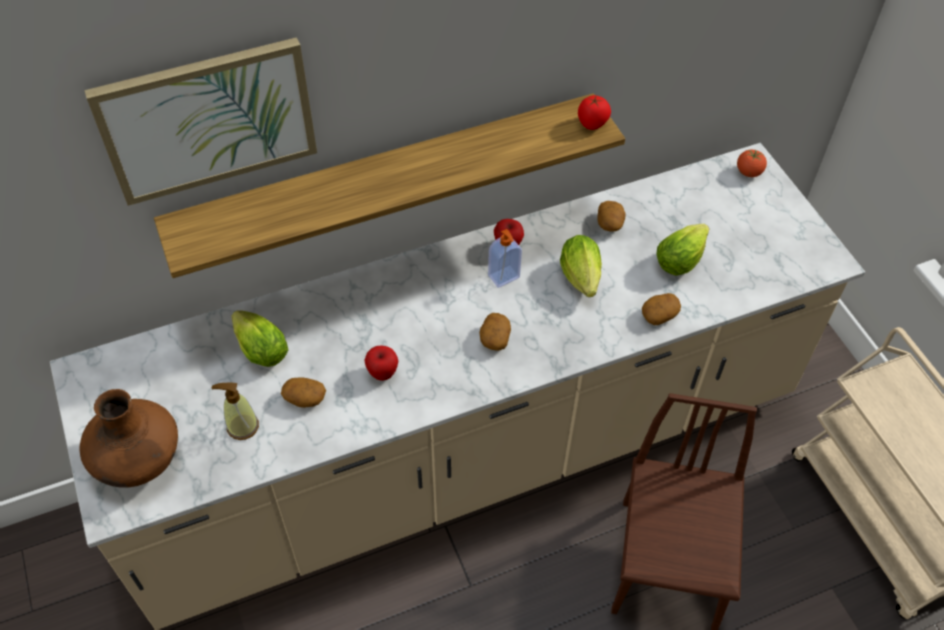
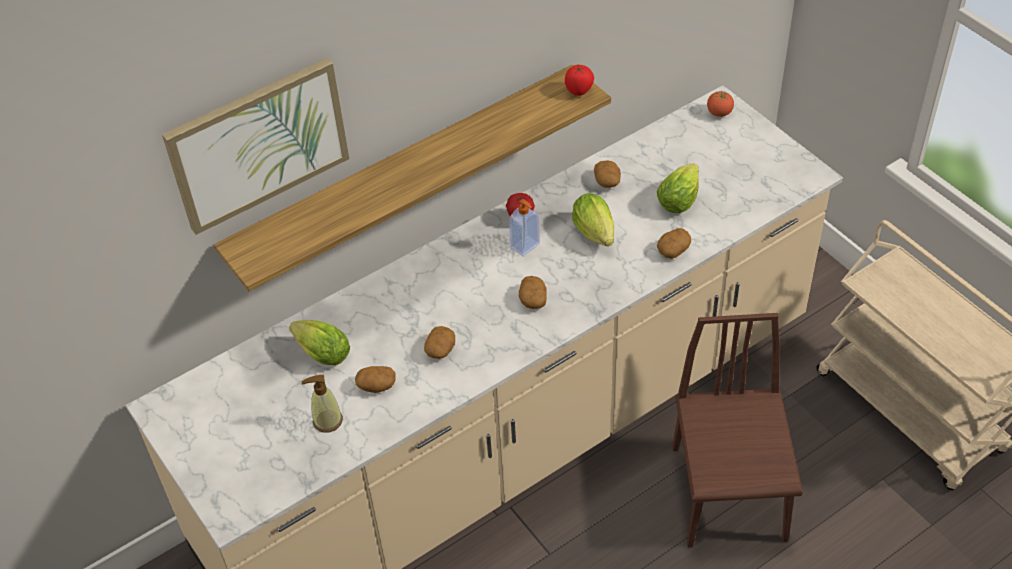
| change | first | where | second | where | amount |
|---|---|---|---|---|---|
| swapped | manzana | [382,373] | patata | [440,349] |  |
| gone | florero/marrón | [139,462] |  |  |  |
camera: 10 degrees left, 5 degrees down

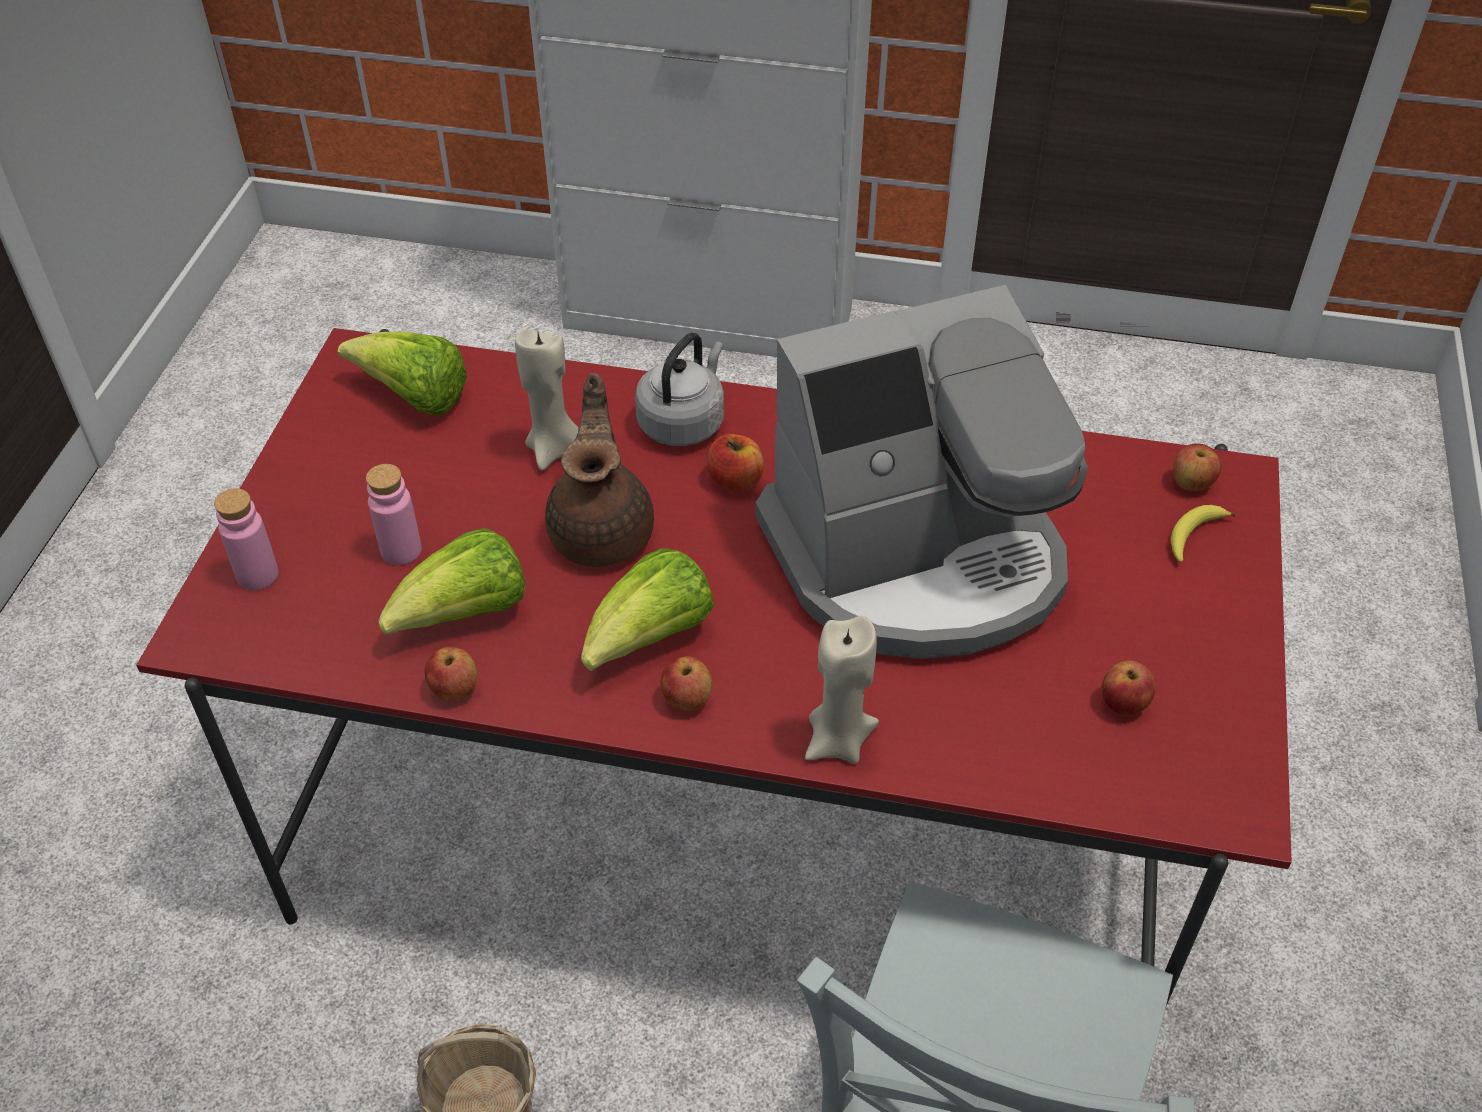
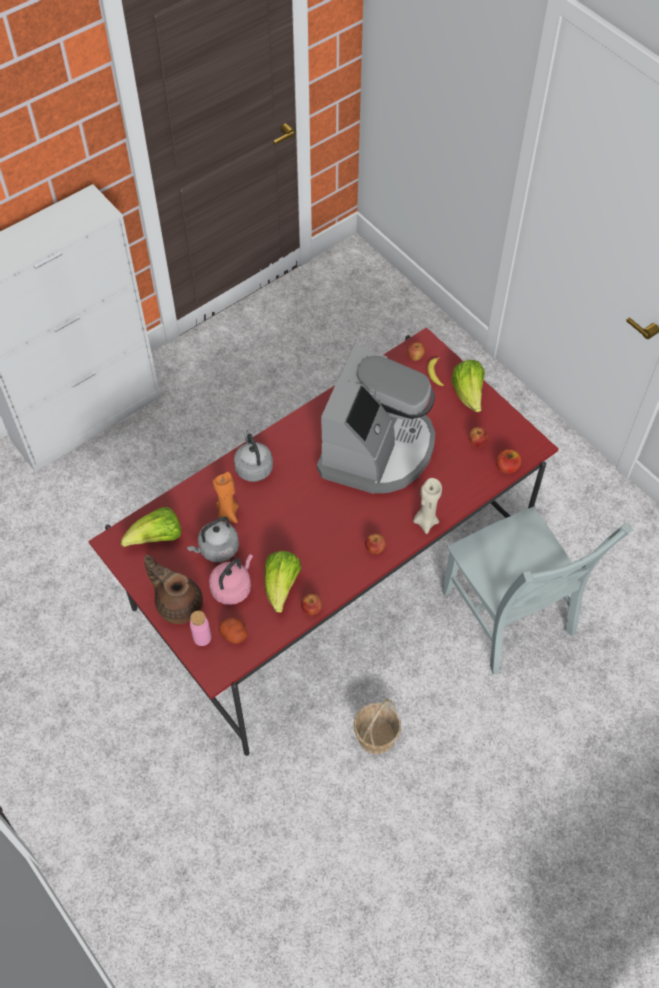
| change | first | where | second | where | amount |
|---|---|---|---|---|---|
| repainted | vela/beis | [554,449] | vela/naranja | [228,513] |  |
| shifted | tetera/marrón | [603,531] |  | [178,603] |  |
| shifted | manzana | [735,480] |  | [507,467] |  |
| swapped | botella/rosa | [401,550] | hervidor/rosa | [232,587] |  |
| shifted | lechuga | [650,639] |  | [468,394] |  |
| new |  |  | hervidor/gris | [217,549] |  |
| new |  |  | patata | [234,634] |  |
camera: 50 degrees left, 10 degrees up

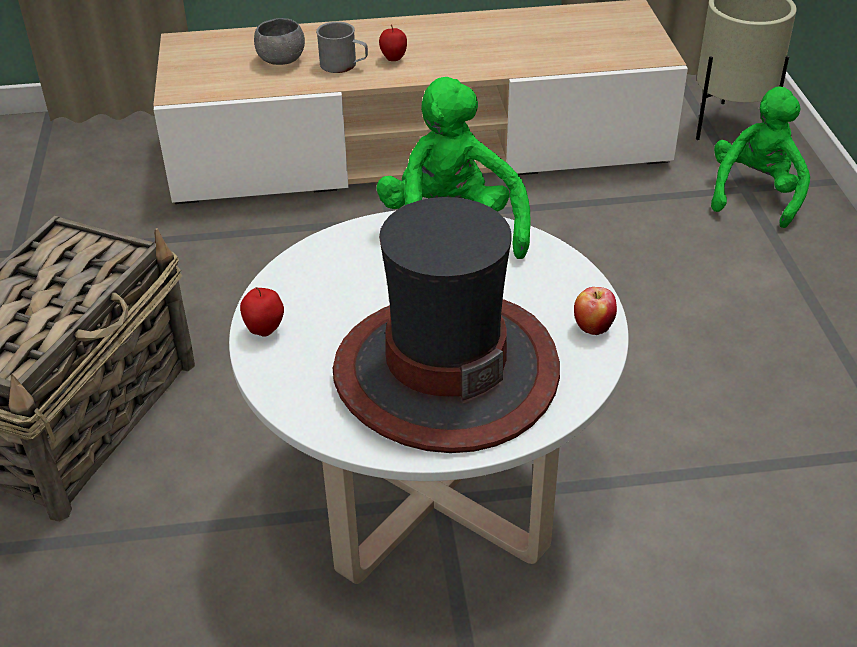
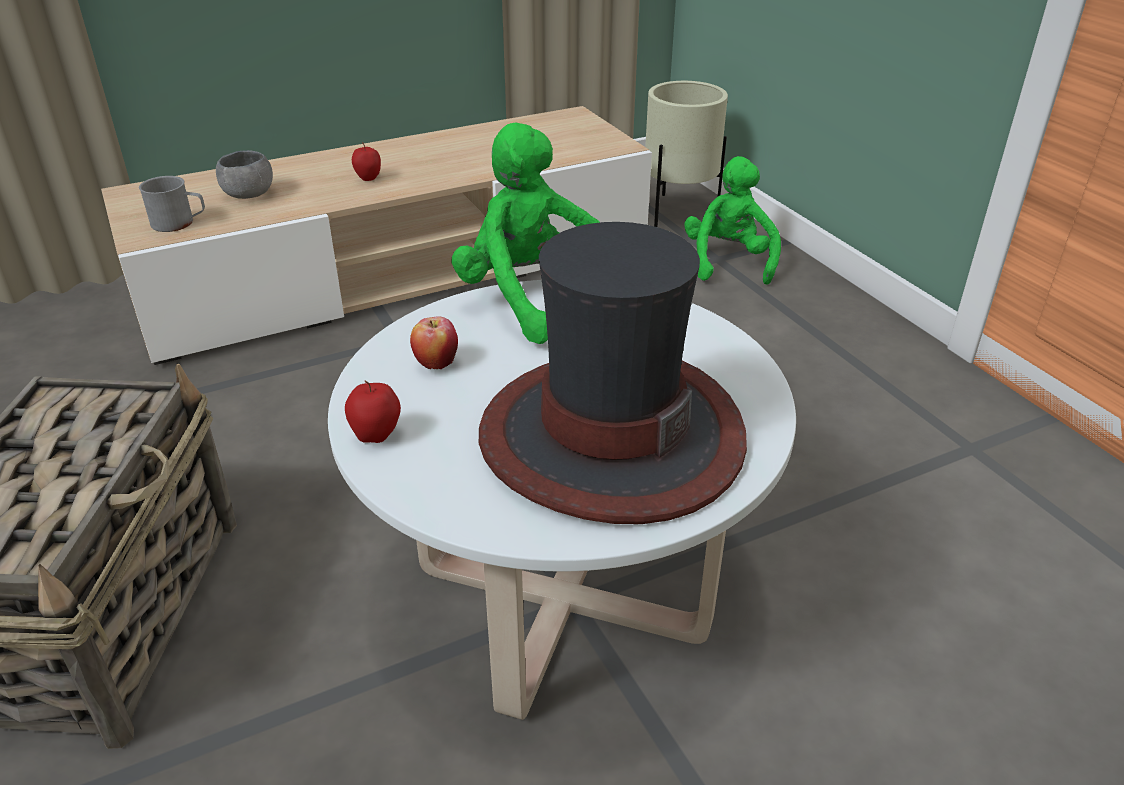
| change | first | where | second | where | amount |
|---|---|---|---|---|---|
| shifted | taza grande/gris | [344,65] |  | [179,223] |  |
| shifted | manzana | [593,327] |  | [436,364] |  |
camera: 20 degrees left, 5 degrees down

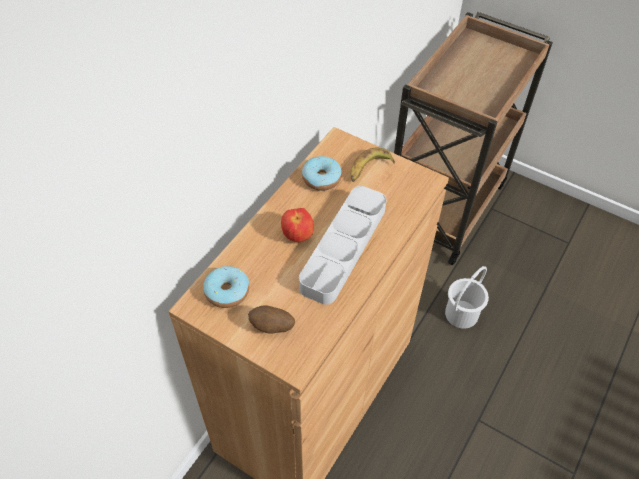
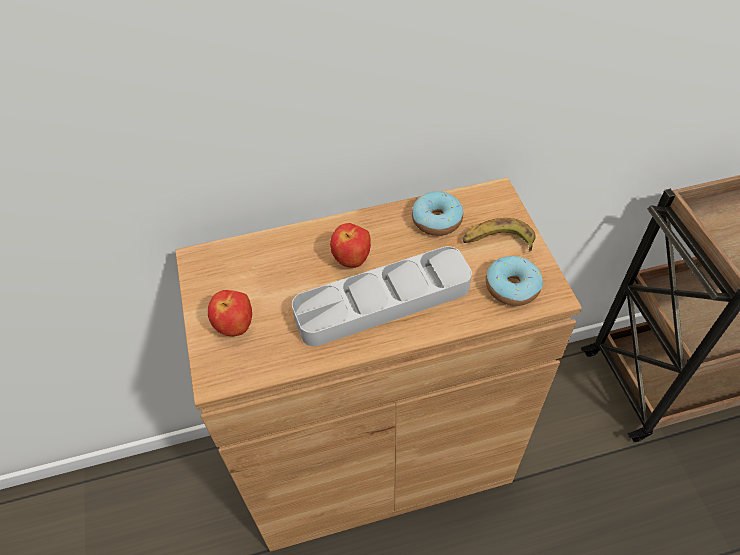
| change | first | where | second | where | amount |
|---|---|---|---|---|---|
| shifted | rosquilla | [227,291] |  | [512,287] |  |
| gone | cubo/blanco | [461,314] |  |  |  |
| swapped | patata | [272,327] | manzana | [235,327] |  |
camera: 45 degrees right, 0 degrees up

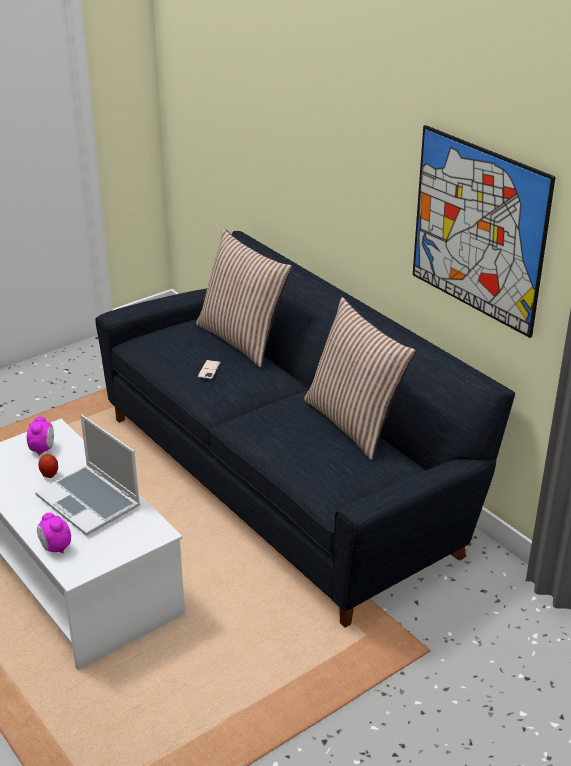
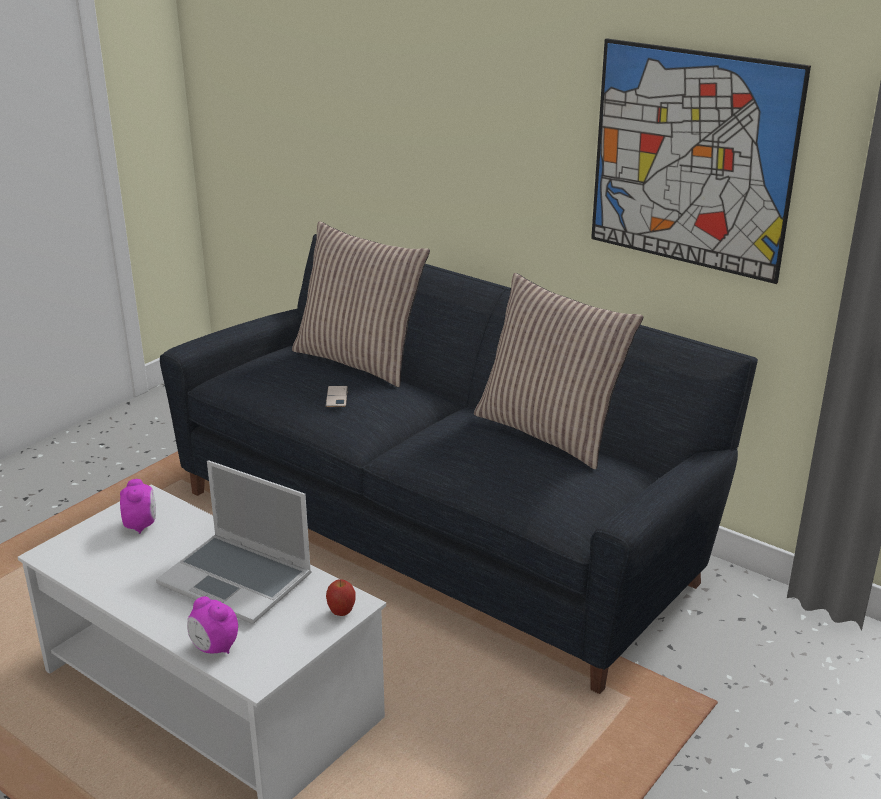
| change | first | where | second | where | amount |
|---|---|---|---|---|---|
| shifted | manzana | [49,475] |  | [341,612] |  |
camera: 15 degrees left, 5 degrees down

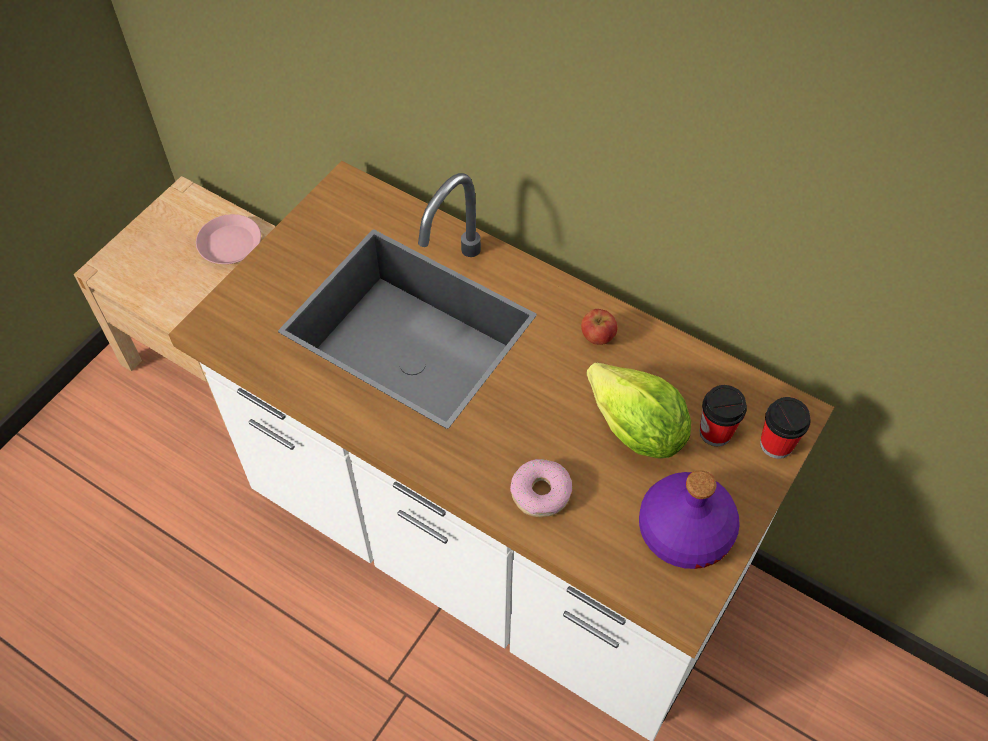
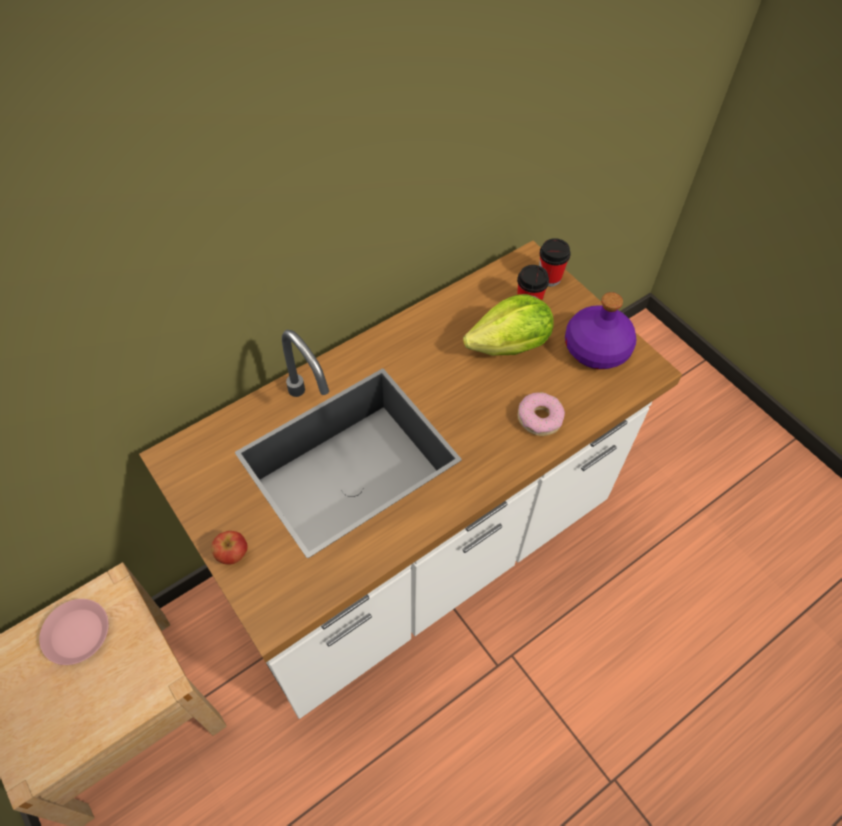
| change | first | where | second | where | amount |
|---|---|---|---|---|---|
| shifted | manzana | [597,337] |  | [232,554] |  |
camera: 70 degrees left, 0 degrees up

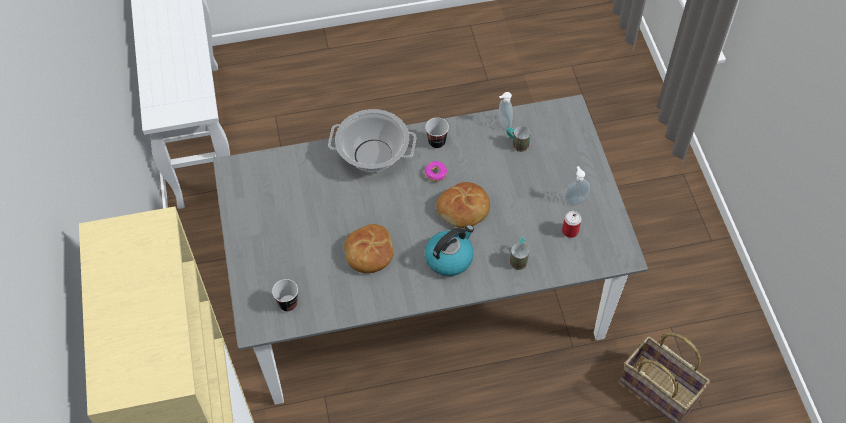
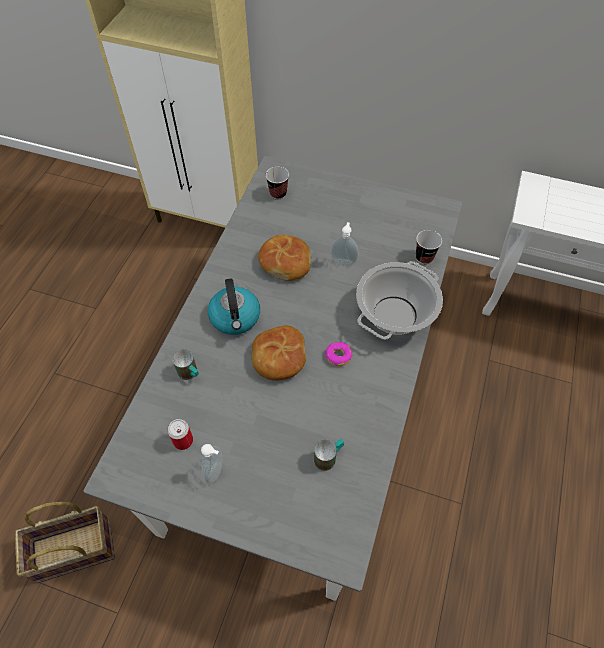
| change | first | where | second | where | amount |
|---|---|---|---|---|---|
| shifted | dispensador de jabón | [503,123] |  | [343,261] |  |
| shifted | taza | [437,142] |  | [424,257] |  |
camera: 120 degrees right, 0 degrees up

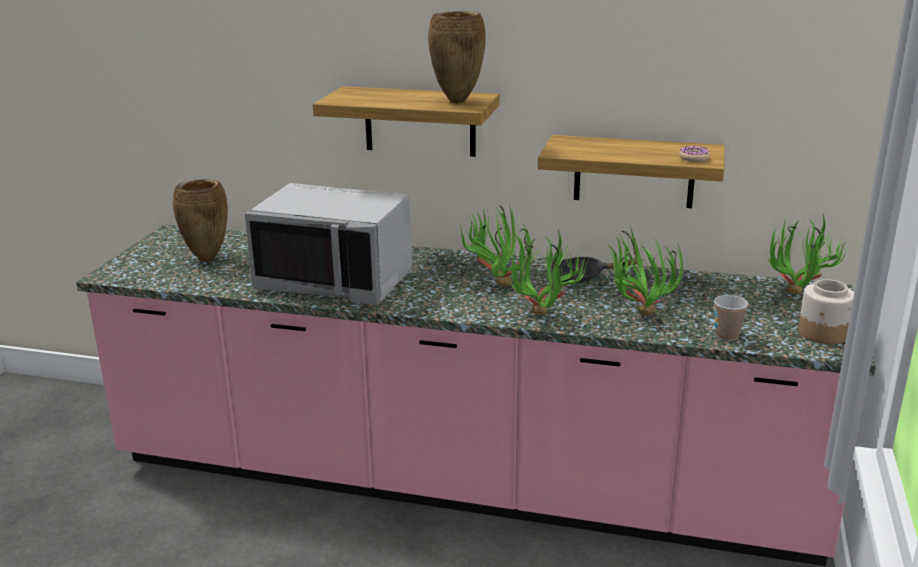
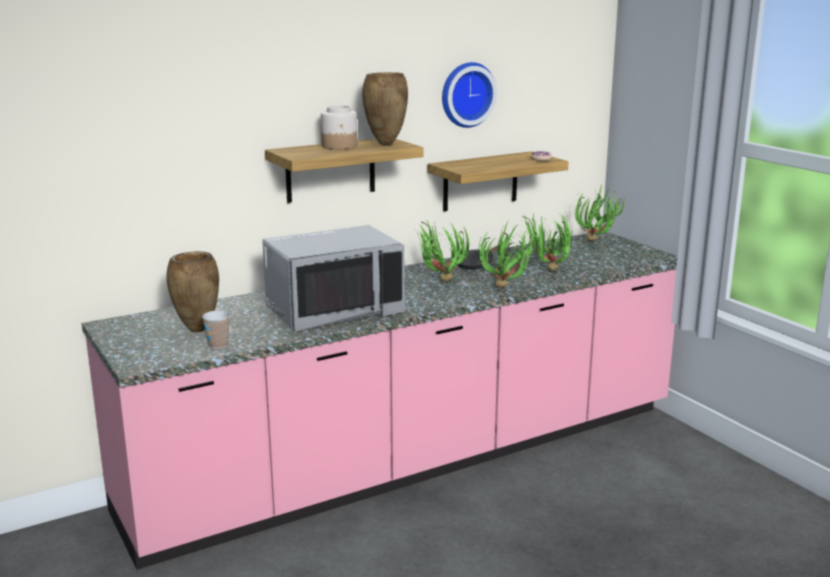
| change | first | where | second | where | amount |
|---|---|---|---|---|---|
| shifted | tarro | [823,333] |  | [340,146] |  |
| shifted | taza | [727,336] |  | [218,345] |  |
| new |  |  | reloj de pared | [466,94] |  |
camera: 45 degrees left, 5 degrees down

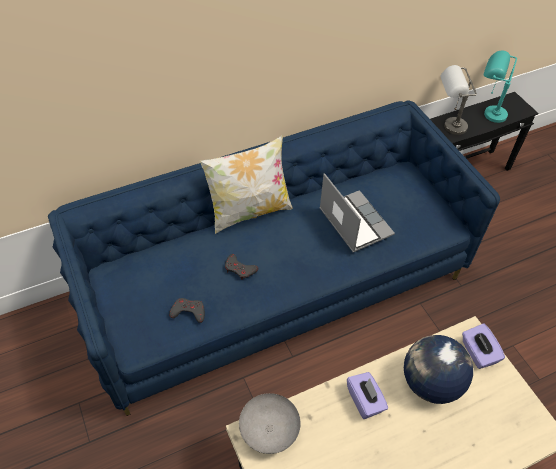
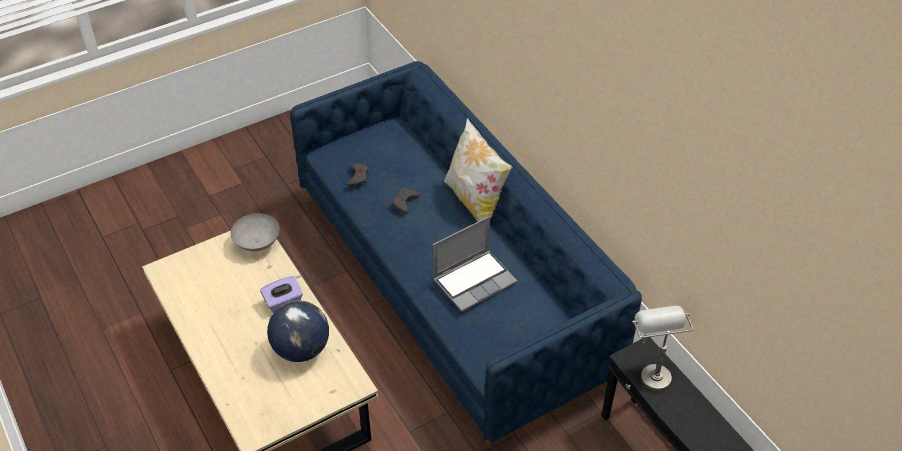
| change | first | where | second | where | amount |
|---|---|---|---|---|---|
| gone | lámpara de mesa/turquesa | [487,113] |  |  |  |
| gone | caja de pañuelos/morado | [478,353] |  |  |  |
camera: 85 degrees right, 5 degrees down

